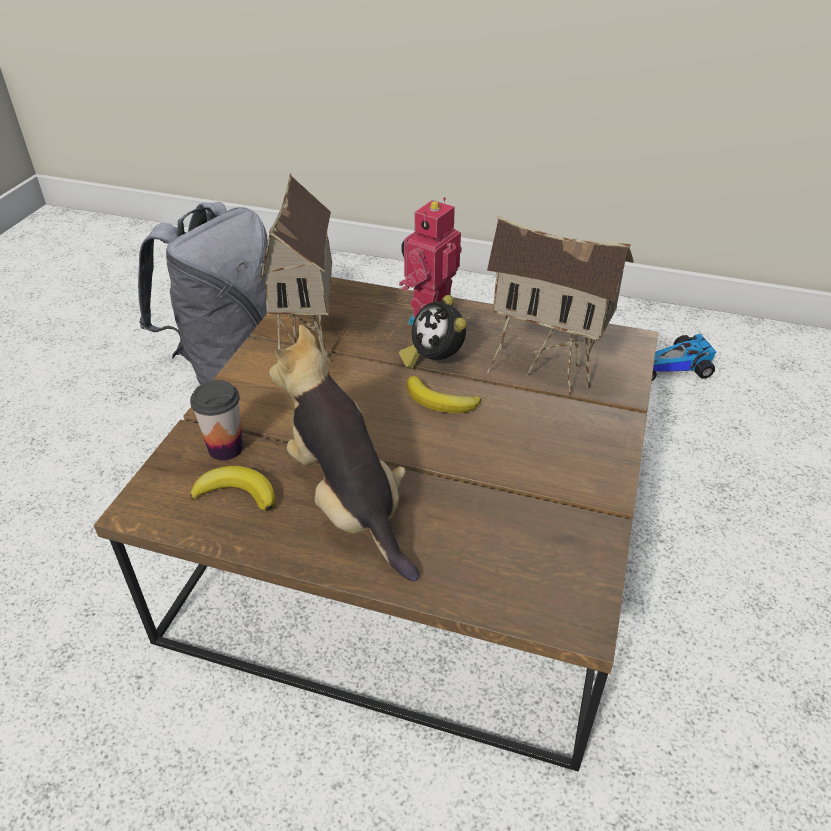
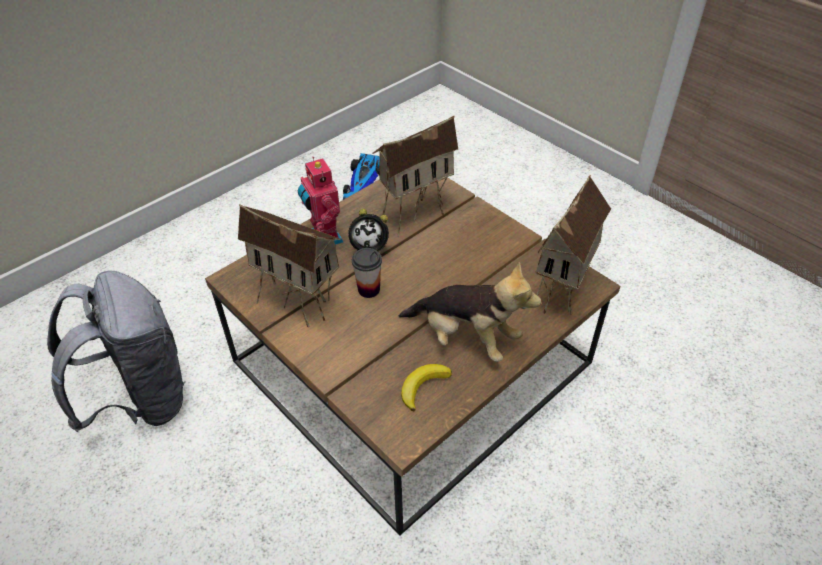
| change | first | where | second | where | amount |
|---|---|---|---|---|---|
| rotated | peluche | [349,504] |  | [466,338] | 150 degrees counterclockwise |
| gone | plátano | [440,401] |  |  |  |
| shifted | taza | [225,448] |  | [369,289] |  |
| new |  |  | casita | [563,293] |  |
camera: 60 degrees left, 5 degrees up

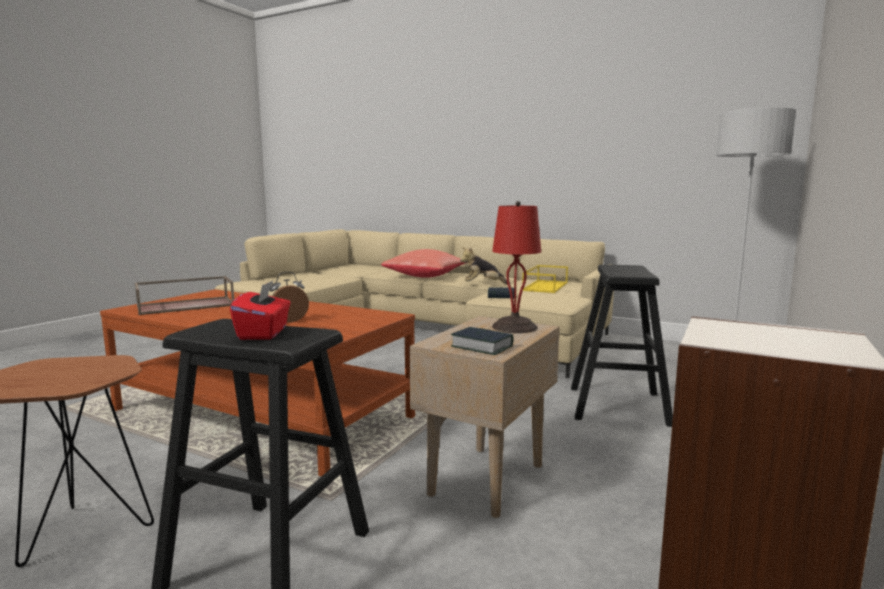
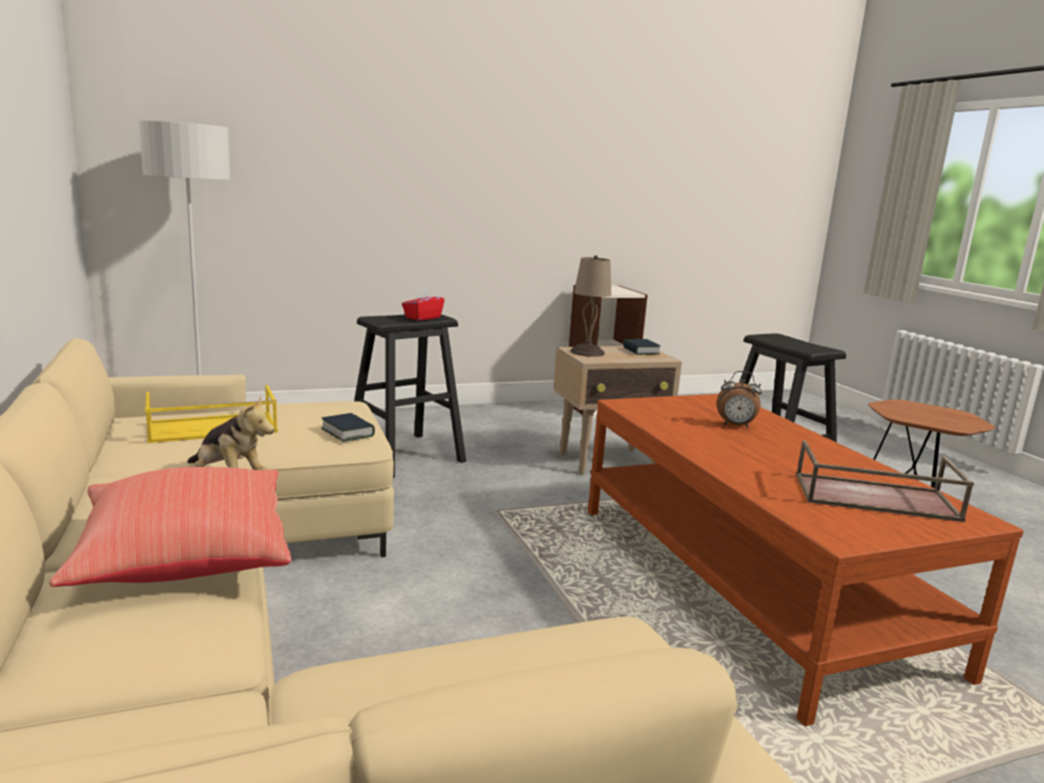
| change | first | where | second | where | amount |
|---|---|---|---|---|---|
| repainted | lámpara de mesa/rojo | [513,327] | lámpara de mesa/beis | [587,352] |  |
| shifted | caja de pañuelos/rojo | [264,333] |  | [422,318] |  |
camera: 140 degrees left, 5 degrees up

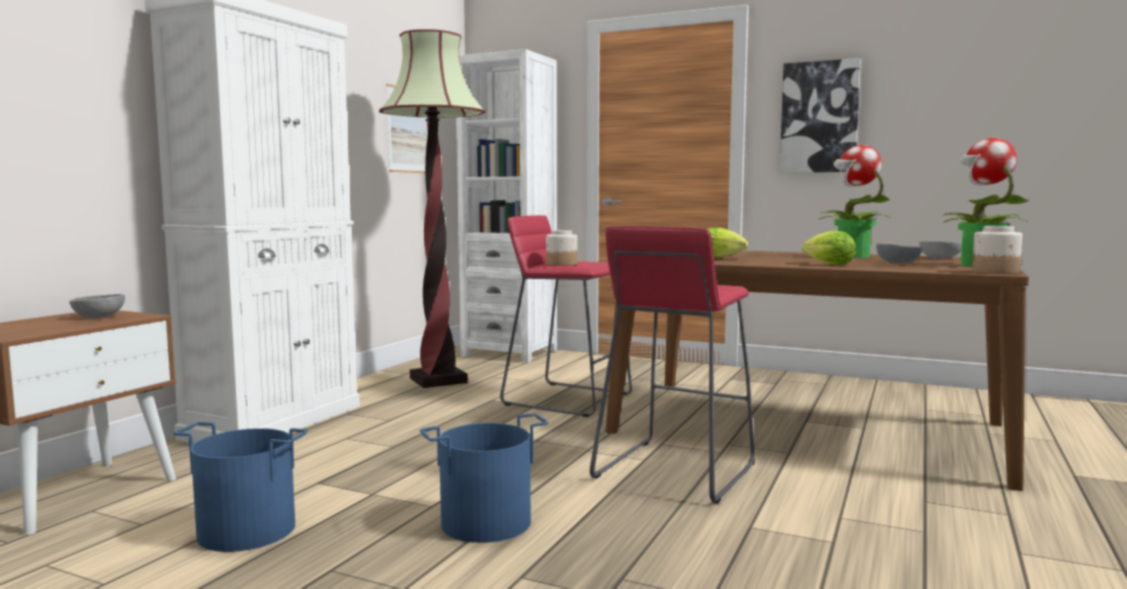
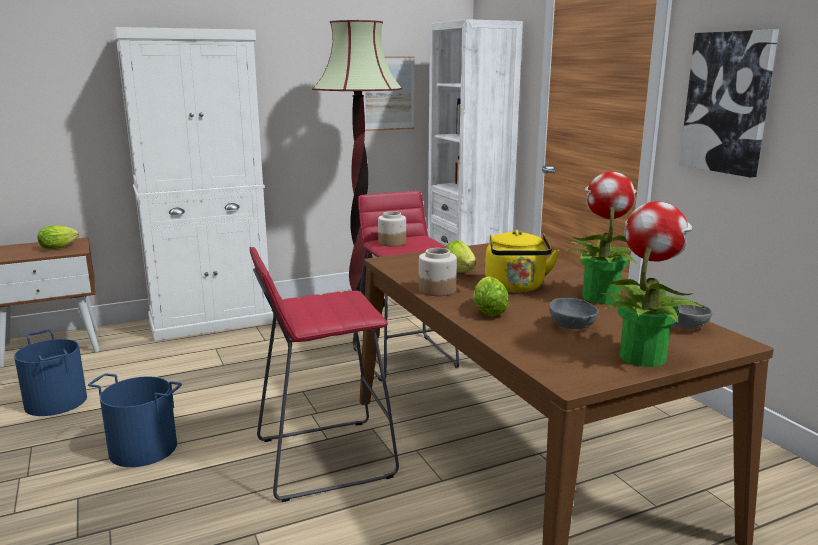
| change | first | where | second | where | amount |
|---|---|---|---|---|---|
| shifted | tarro | [995,272] |  | [437,290] |  |
| swapped | cuenco/gris | [97,317] | lechuga | [60,247] |  |
| new |  |  | hervidor/amarillo | [516,287] |  |
camera: 40 degrees right, 10 degrees up

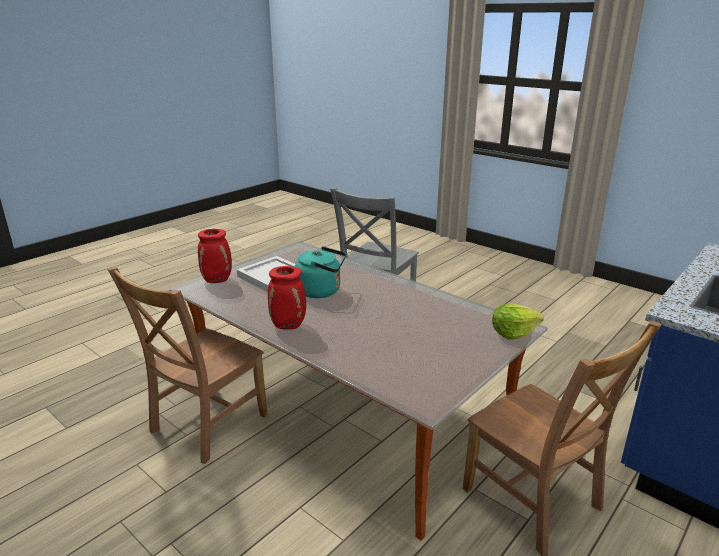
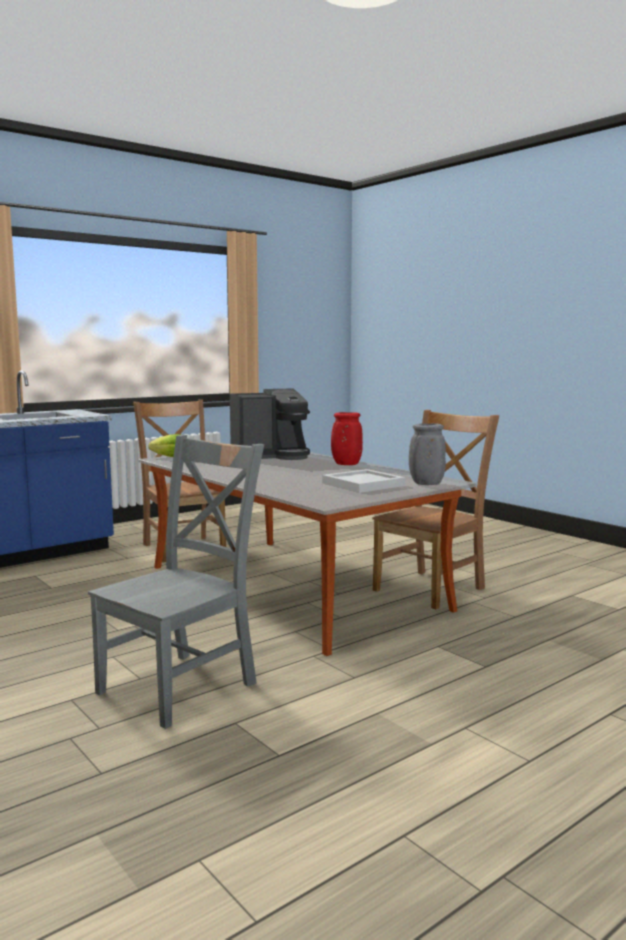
| change | first | where | second | where | amount |
|---|---|---|---|---|---|
| repainted | florero/rojo | [218,280] | florero/gris | [426,484] |  |
| gone | hervidor/turquesa | [321,291] |  |  |  |
| new |  |  | cafetera | [271,456] |  |
camera: 170 degrees left, 15 degrees down

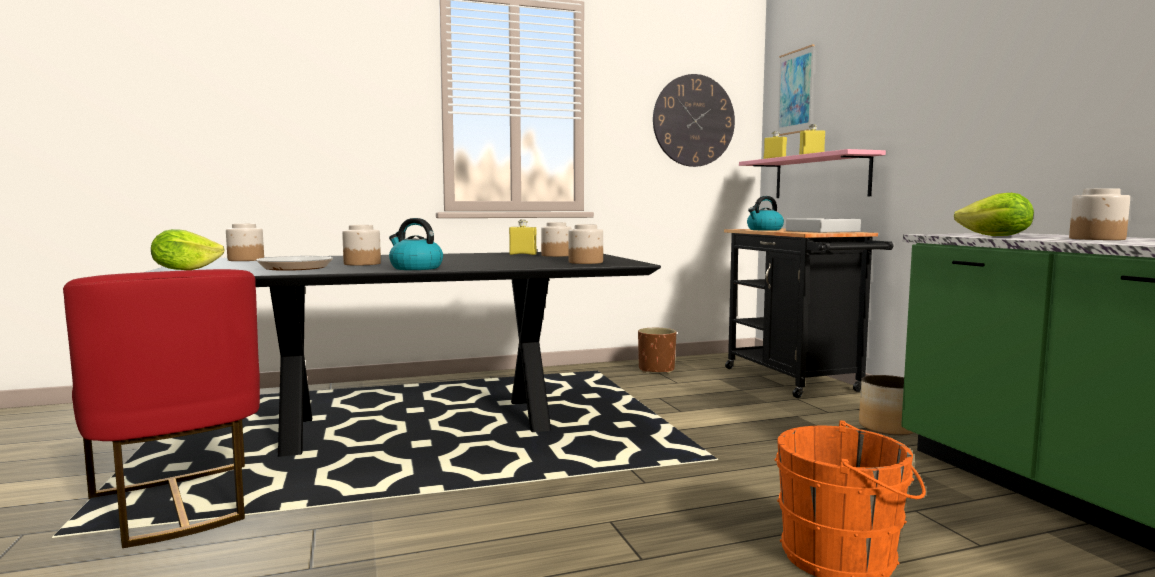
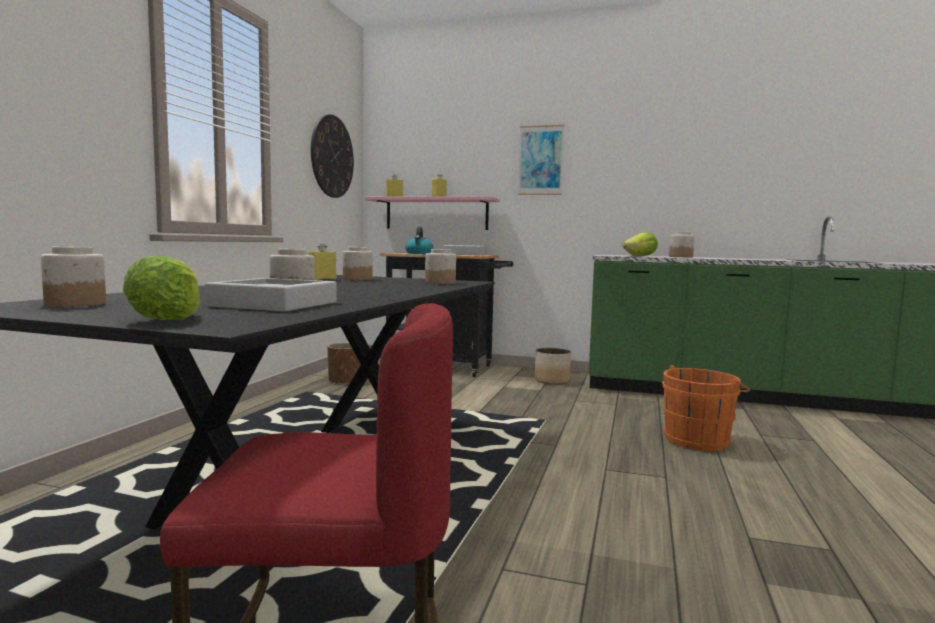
| change | first | where | second | where | amount |
|---|---|---|---|---|---|
| shifted | cuadro | [795,92] |  | [540,160] |  |
| gone | hervidor | [415,268] |  |  |  |
| swapped | sartén | [296,267] | bandeja/gris | [274,304] |  |
camera: 55 degrees left, 0 degrees up

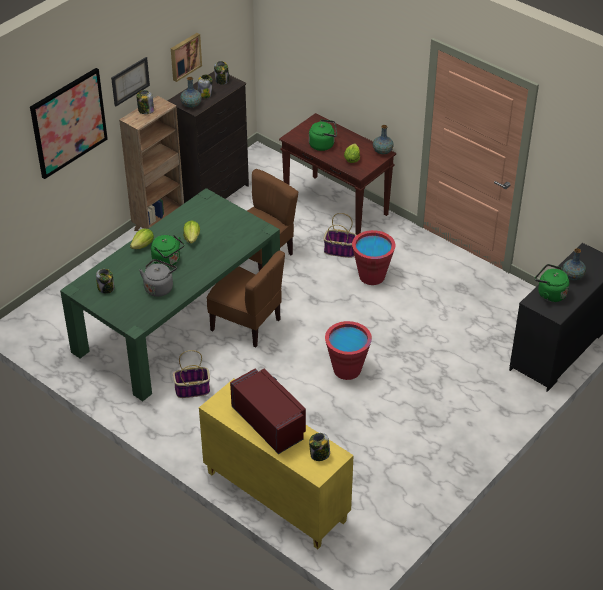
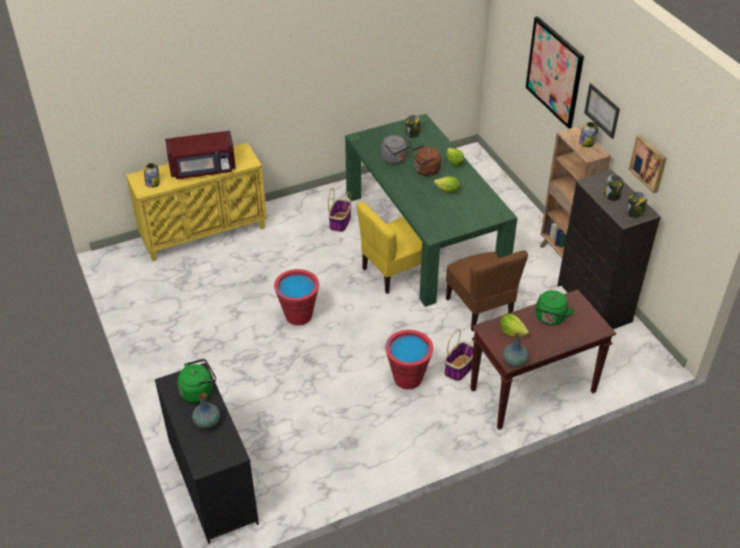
| change | first | where | second | where | amount |
|---|---|---|---|---|---|
| gone | florero | [191,105] |  |  |  |
| repainted | hervidor/verde | [168,261] | hervidor/marrón | [425,171] |  |
| repainted | silla/marrón | [246,324] | silla/amarillo | [394,272] |  |
camera: 115 degrees right, 0 degrees up

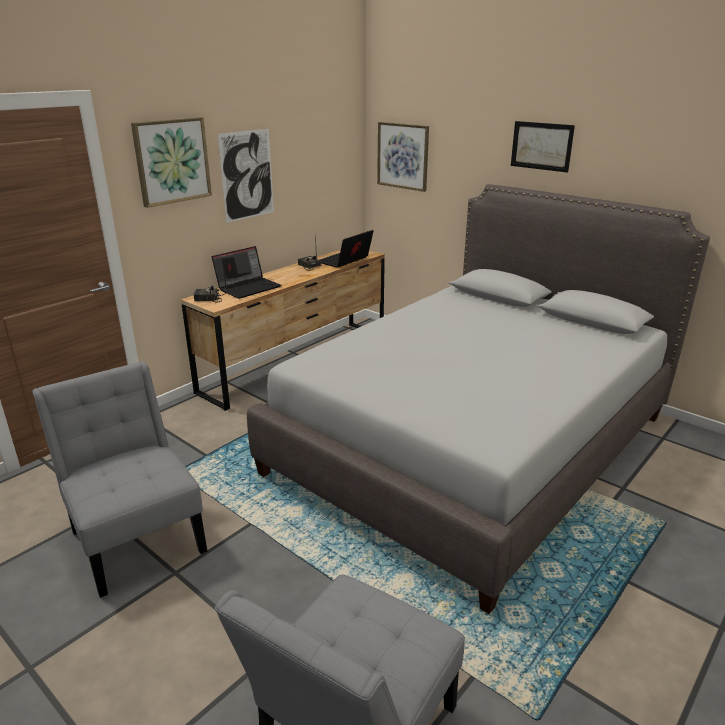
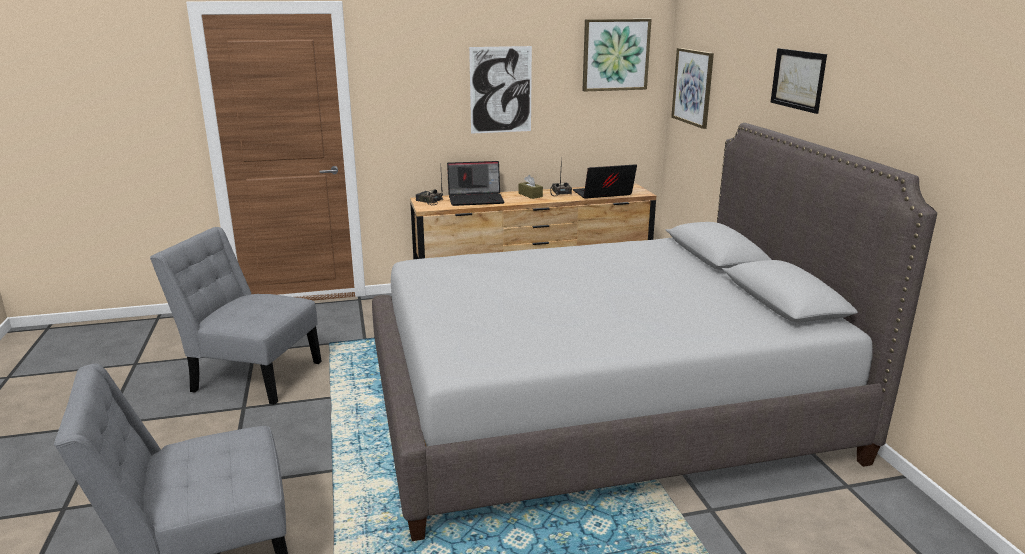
| change | first | where | second | where | amount |
|---|---|---|---|---|---|
| shifted | cuadro | [172,161] |  | [615,55] |  |
| rotated | silla/gris | [136,536] |  | [251,375] | 75 degrees counterclockwise |
| new |  |  | caja de pañuelos/marrón | [530,195] |  |
camera: 35 degrees right, 5 degrees down

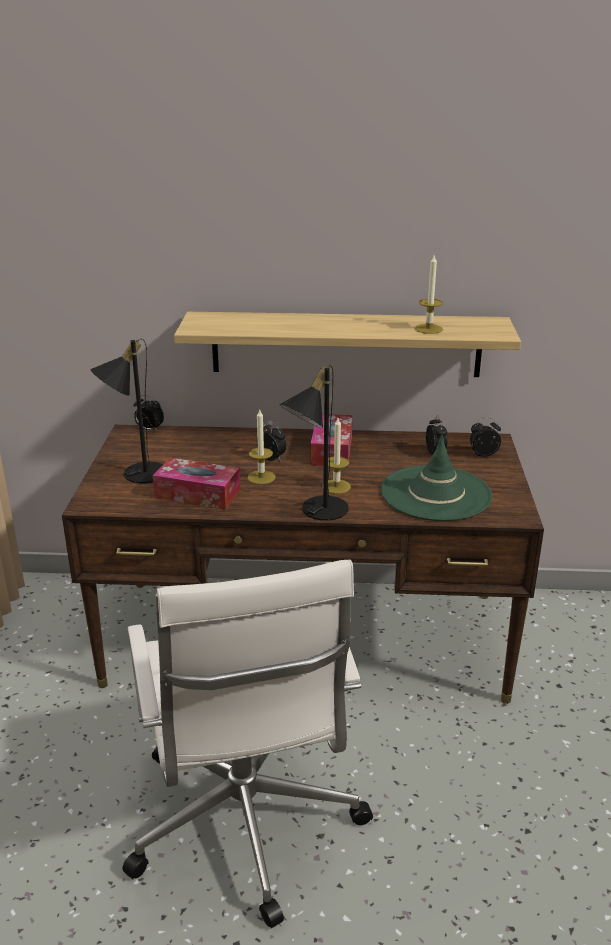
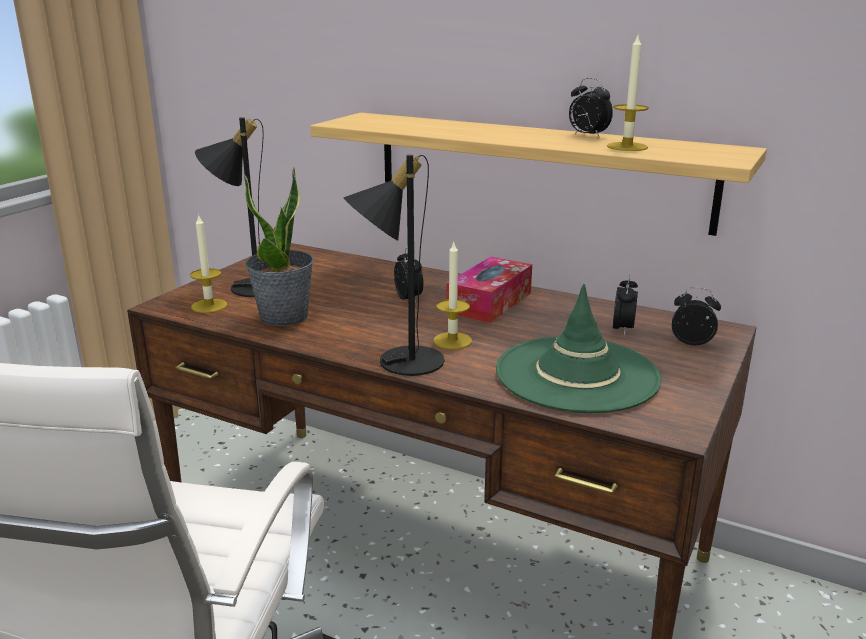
| change | first | where | second | where | amount |
|---|---|---|---|---|---|
| shifted | despertador | [149,430] |  | [587,136] |  |
| shifted | vela | [261,477] |  | [209,306] |  |
| swapped | caja de pañuelos | [197,494] | planta en maceta | [284,317] |  |
camera: 25 degrees right, 5 degrees down

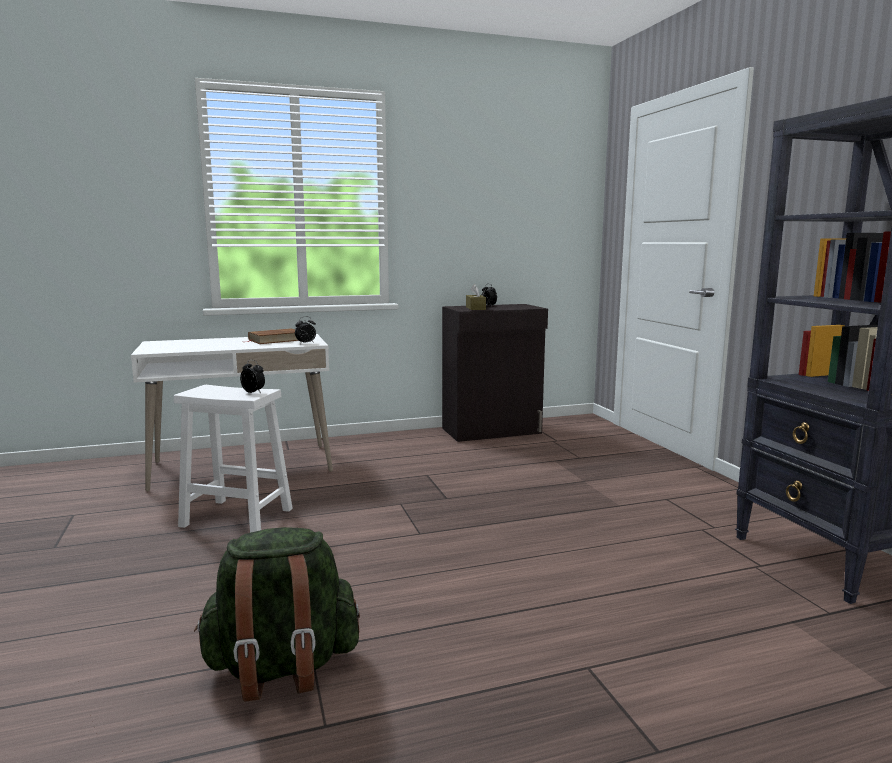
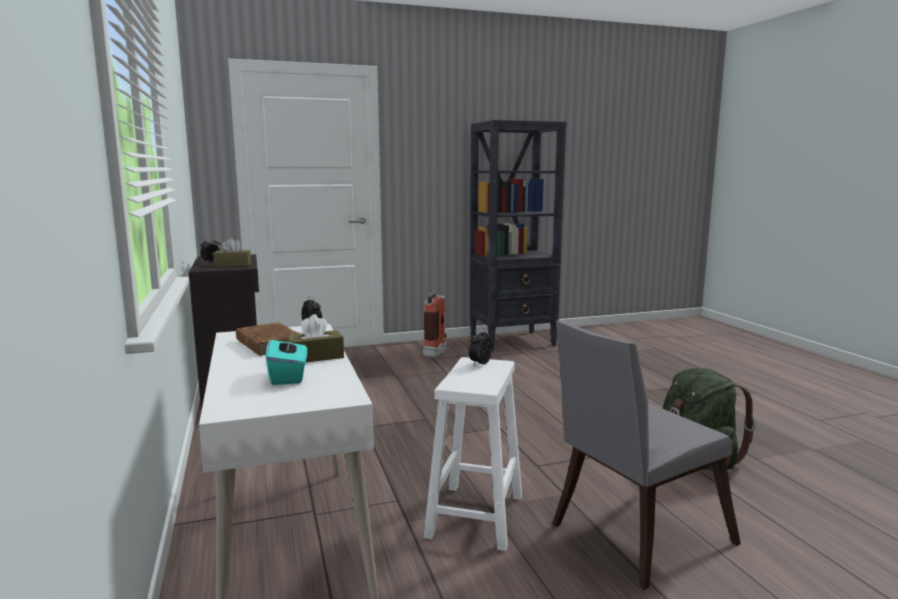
| change | first | where | second | where | amount |
|---|---|---|---|---|---|
| new |  |  | extintor | [437,352] |  |
| new |  |  | caja de pañuelos/marrón | [316,357] |  |
| new |  |  | silla/gris | [632,536] |  |
| new |  |  | caja de pañuelos/turquesa | [288,377] |  |
camera: 90 degrees left, 0 degrees up

